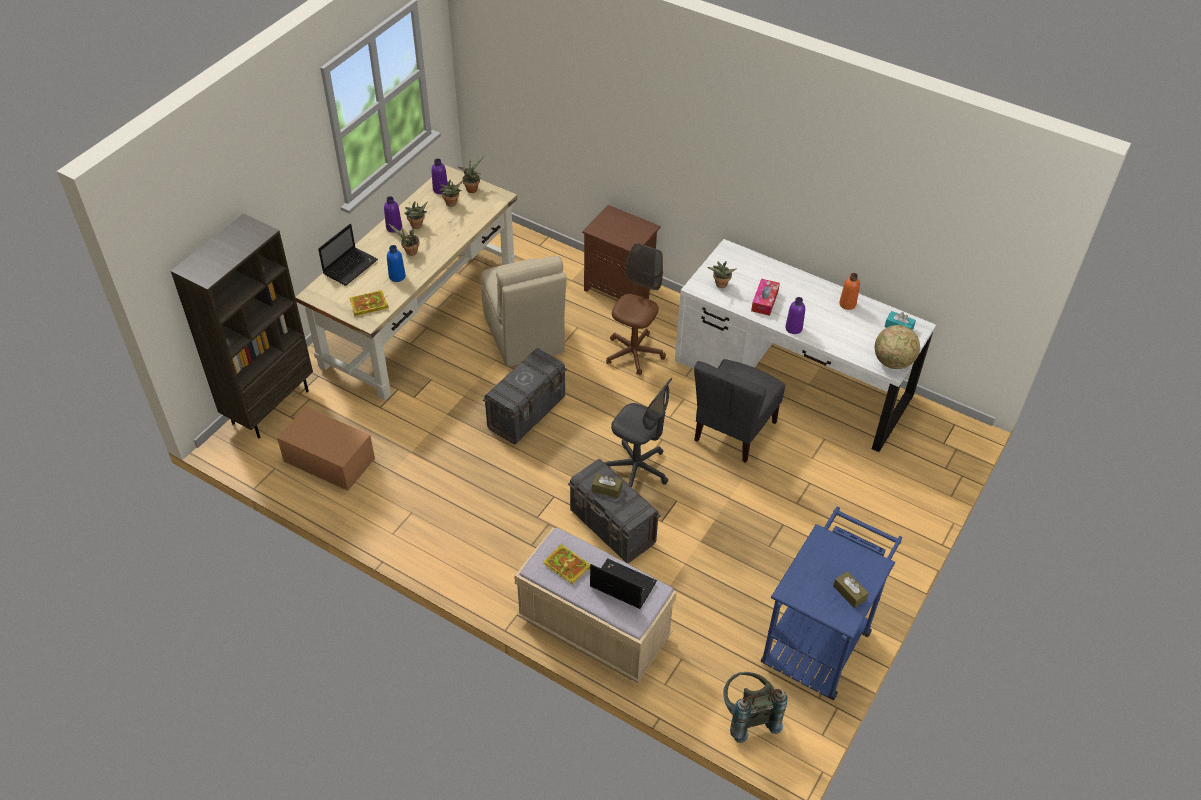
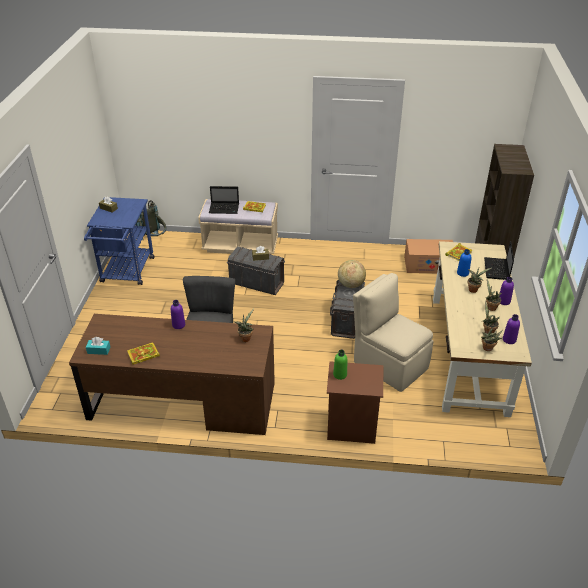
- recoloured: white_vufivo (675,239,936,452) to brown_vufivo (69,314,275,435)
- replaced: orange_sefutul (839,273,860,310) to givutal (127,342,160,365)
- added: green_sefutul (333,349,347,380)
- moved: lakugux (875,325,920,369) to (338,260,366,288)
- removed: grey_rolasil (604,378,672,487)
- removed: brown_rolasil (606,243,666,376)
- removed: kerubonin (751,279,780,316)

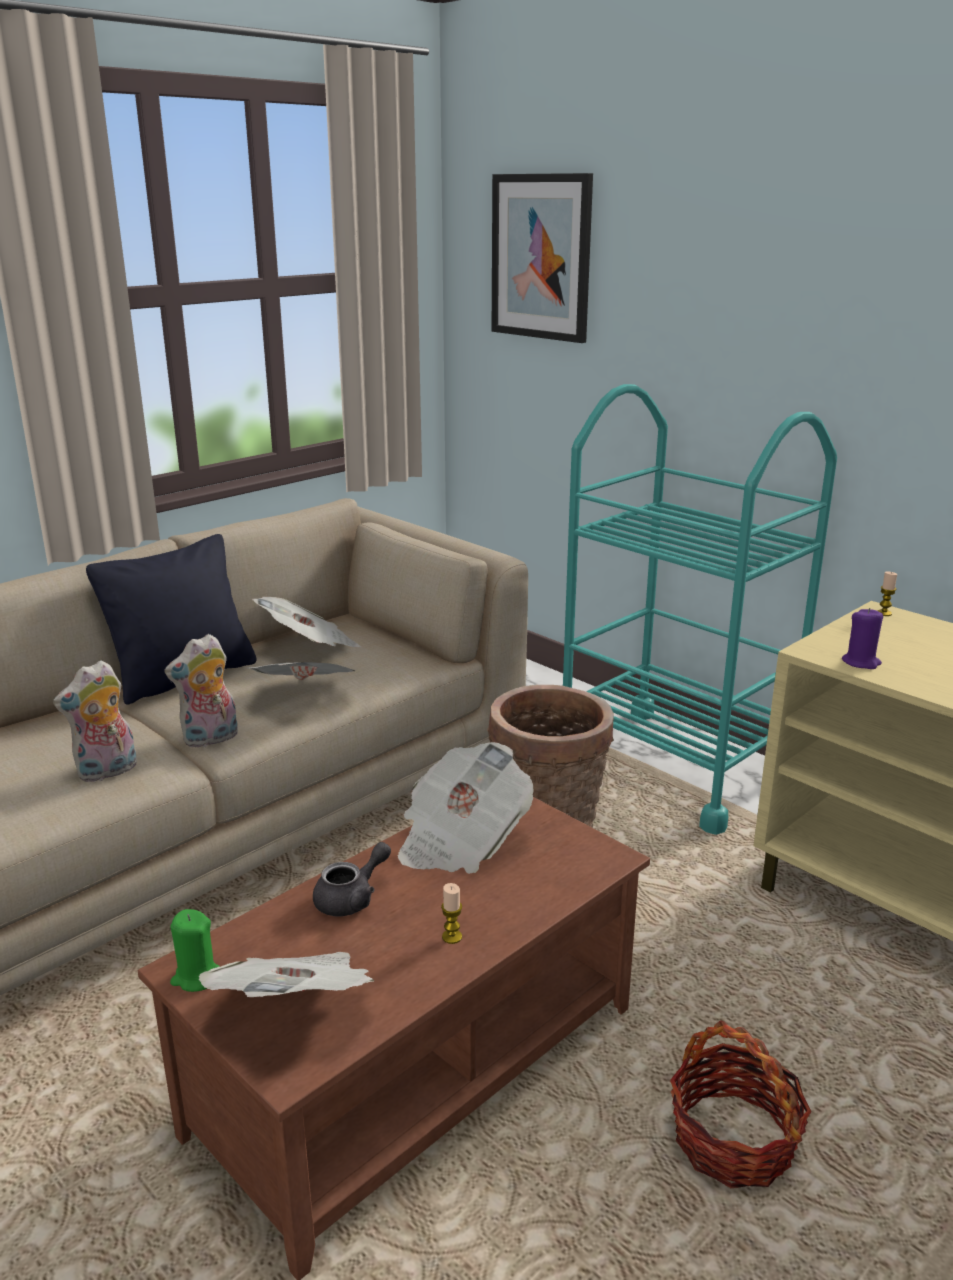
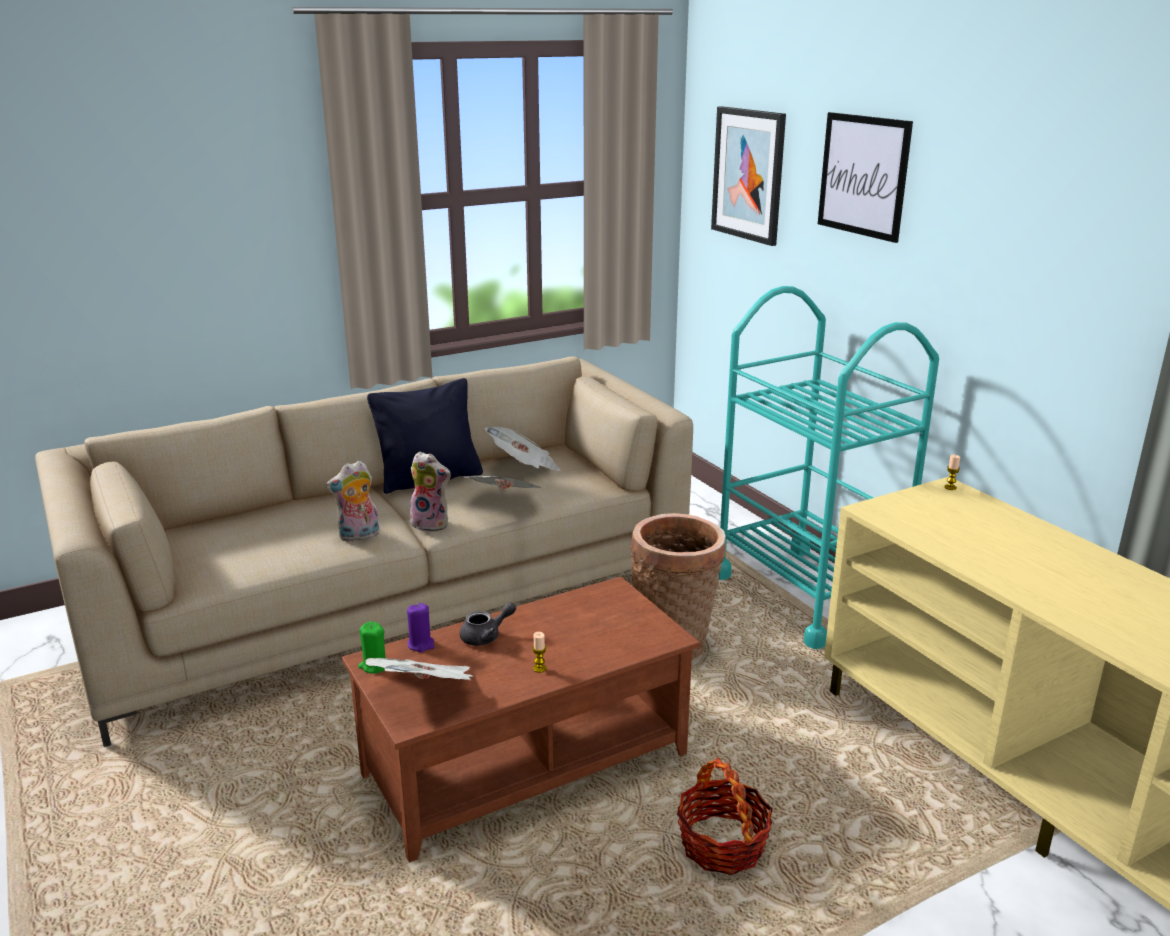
- turned: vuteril (164,634,238,749) = (407,451,451,532) 135 degrees counterclockwise
- moved: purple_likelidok (842,608,883,669) to (407,603,435,652)
- added: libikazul (818,112,913,243)
- removed: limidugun (398,742,534,874)

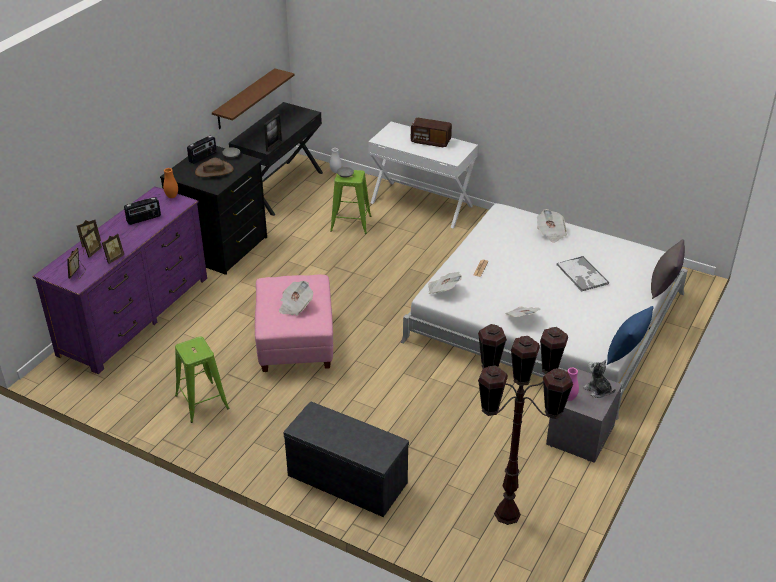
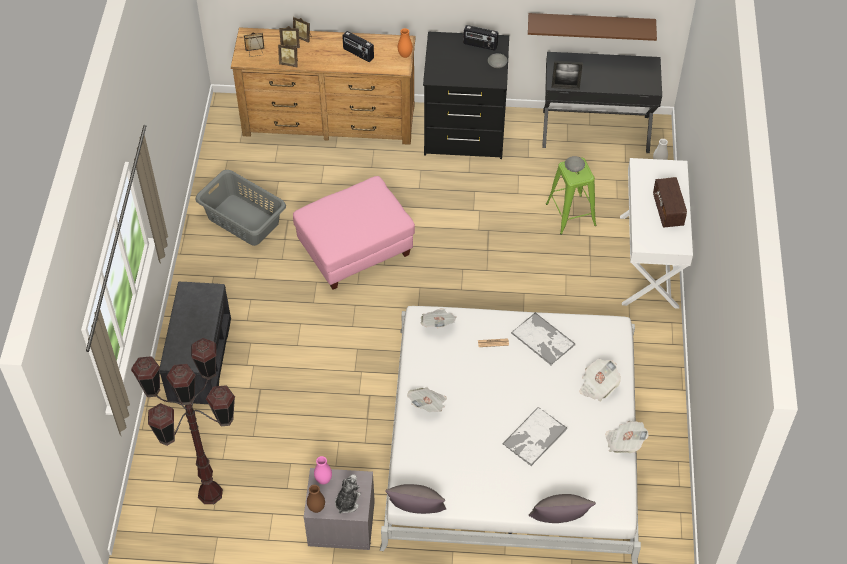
- replaced: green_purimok (175,337,229,423) to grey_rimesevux (195,170,286,246)
- recoloured: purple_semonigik (32,186,207,374) to brown_semonigik (231,27,416,145)
- added: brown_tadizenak (307,485,325,513)
- recoloured: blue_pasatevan (607,306,654,365) to grey_pasatevan (385,484,446,514)
- added: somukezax (511,312,575,365)
- moved: limidugun (279,281,313,316) to (605,421,648,453)
- removed: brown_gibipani (195,158,234,177)

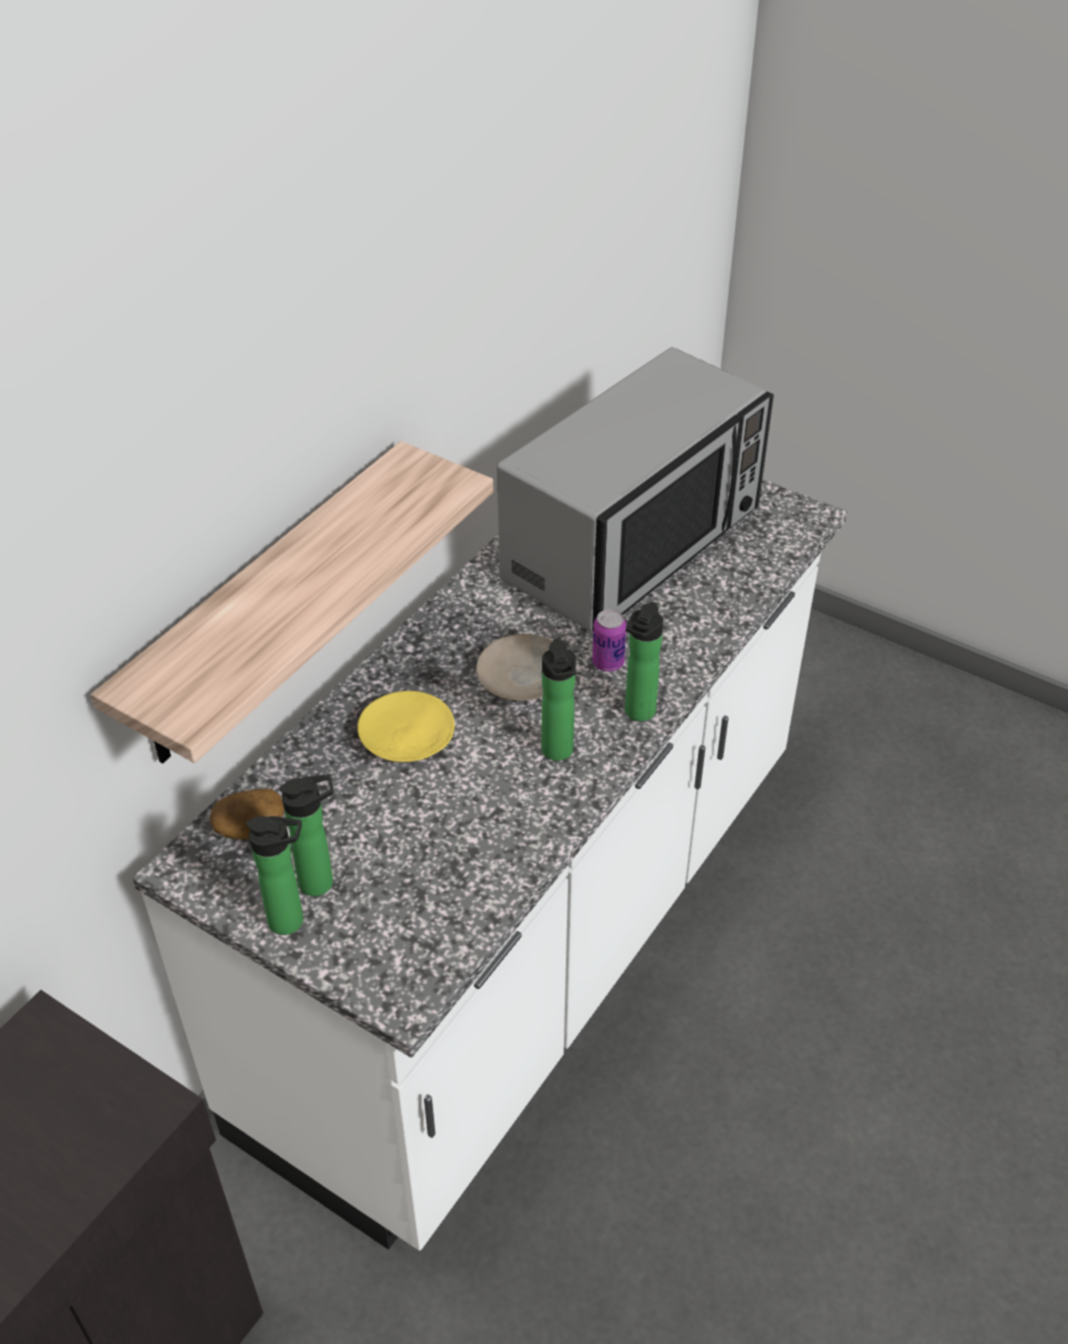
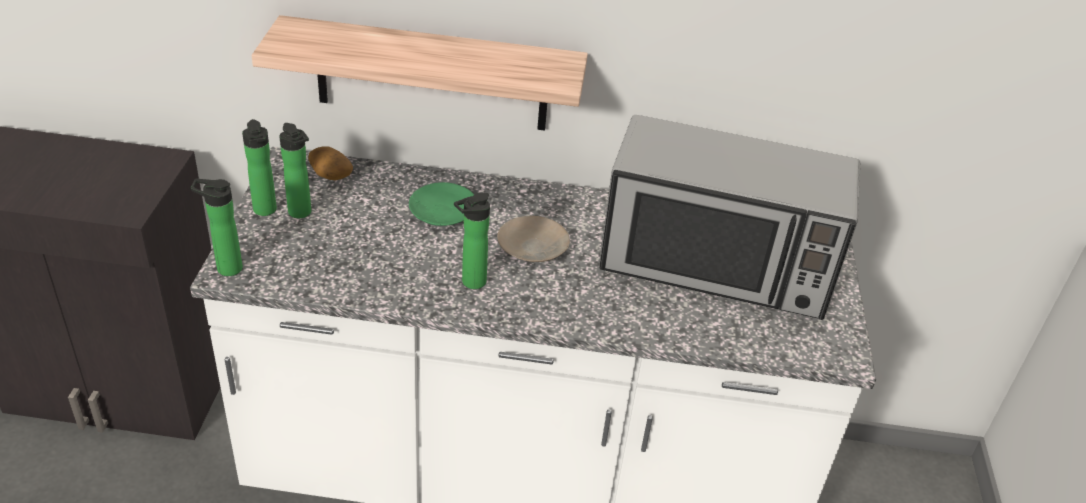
- moved: sefutul (625,602,663,721) to (191,179,243,276)
- recoloured: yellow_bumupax (357,691,455,762) to green_bumupax (409,182,474,226)
- removed: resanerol (592,609,627,672)

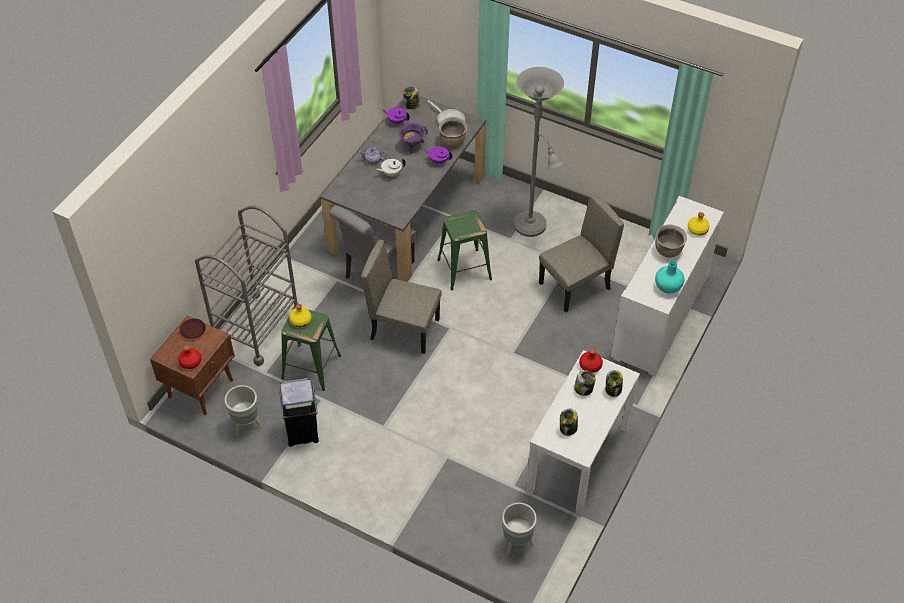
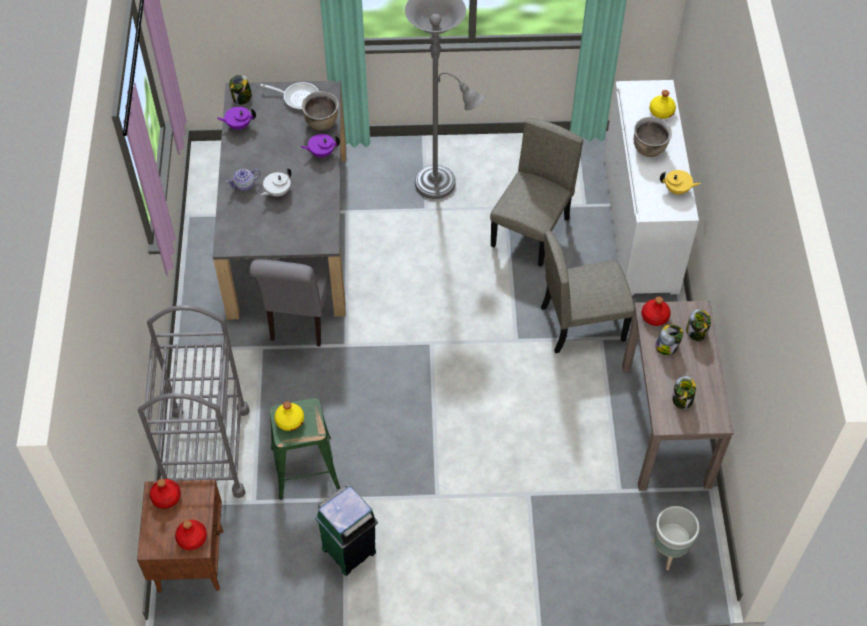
- replaced: brown_bumupax (180,319,206,339) to red_sefutul (150,479,181,509)
- moved: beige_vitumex (361,240,442,354) to (541,231,634,353)
- recoloured: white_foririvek (526,350,640,517) to brown_foririvek (622,301,734,491)
- replaced: turquoise_tadizenak (655,260,684,294) to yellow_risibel (660,170,701,196)
- removed: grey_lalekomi (224,385,262,436)
- removed: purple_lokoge (399,123,428,154)
- removed: green_purimok (438,210,492,290)

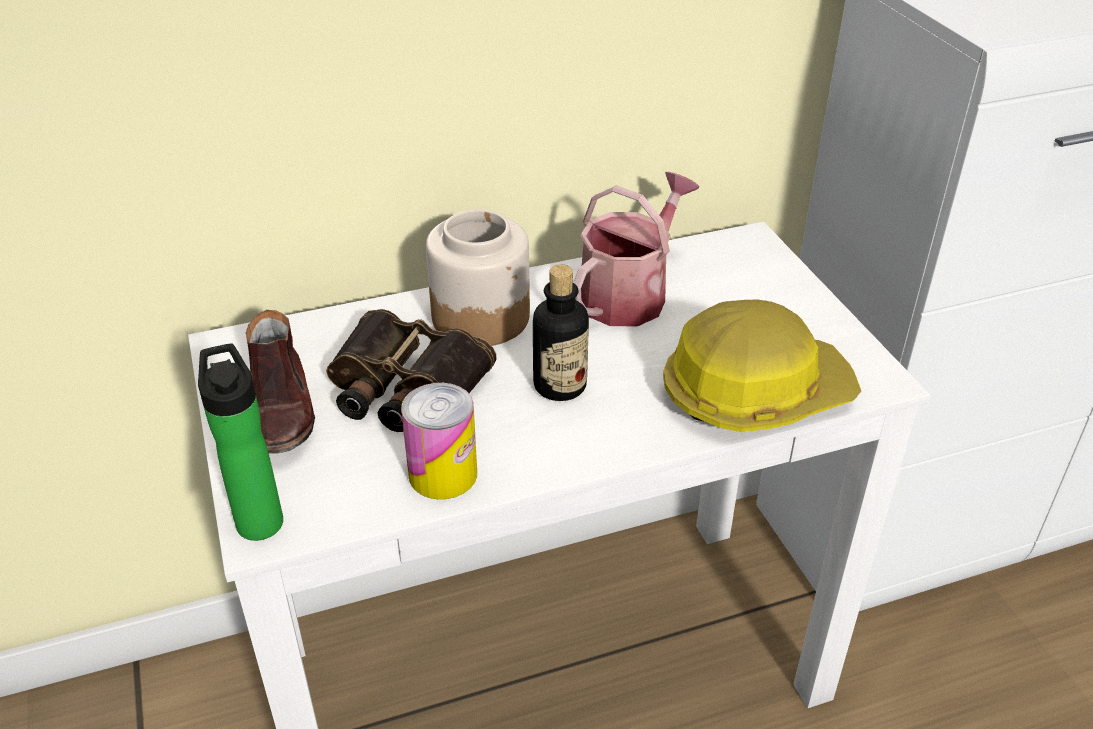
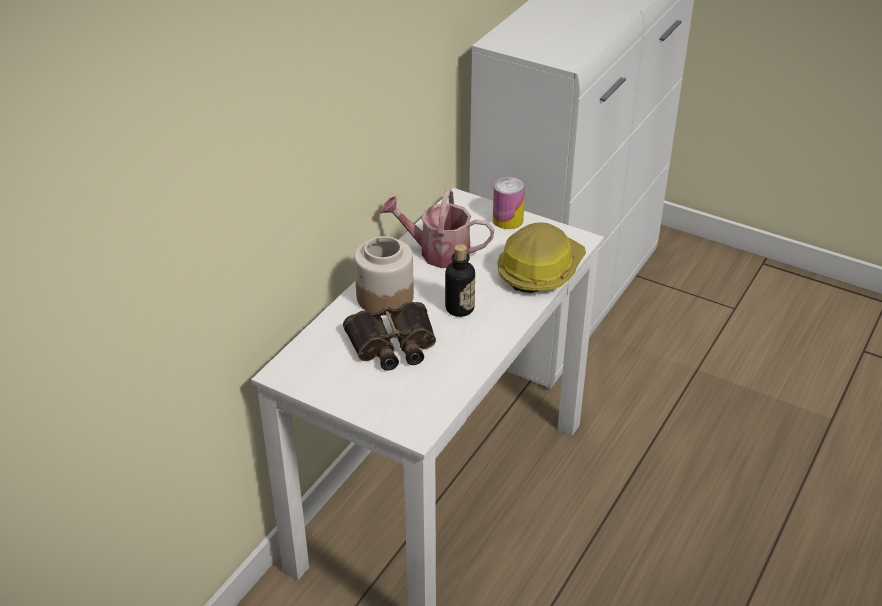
- turned: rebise (573,172,699,326) = (380,189,494,268) 75 degrees counterclockwise
- moved: resanerol (401,383,477,499) to (493,177,525,229)
- removed: sefutul (198,344,283,541)
- removed: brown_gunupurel (246,310,315,454)

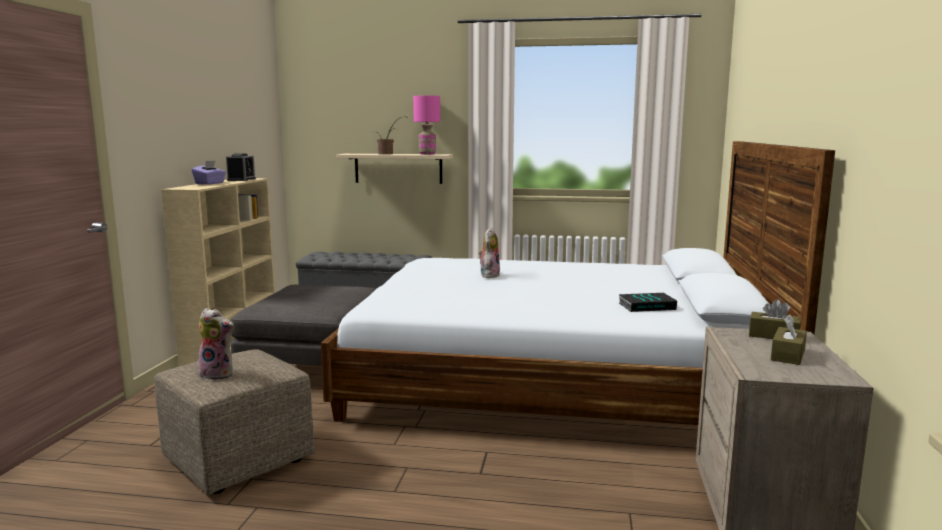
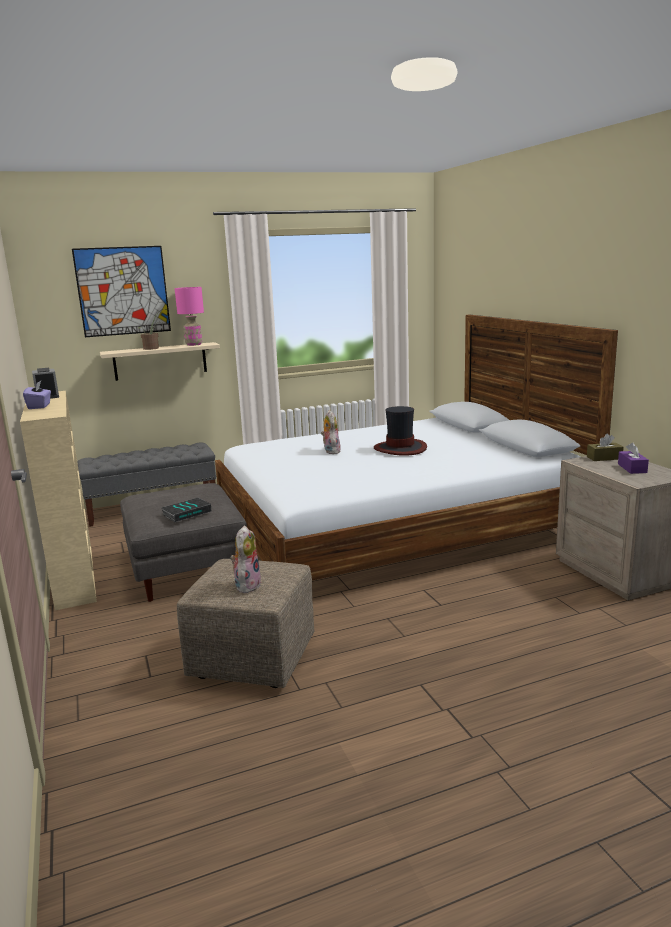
- added: libikazul (72,246,171,337)
- moved: givutal (618,293,677,312) to (162,497,211,522)
- turned: vuteril (198,308,235,380) = (231,526,262,593) 60 degrees counterclockwise
- added: gibipani (374,406,427,456)
- recoloured: brown_kerubonin (771,314,807,365) to purple_kerubonin (618,442,649,474)

